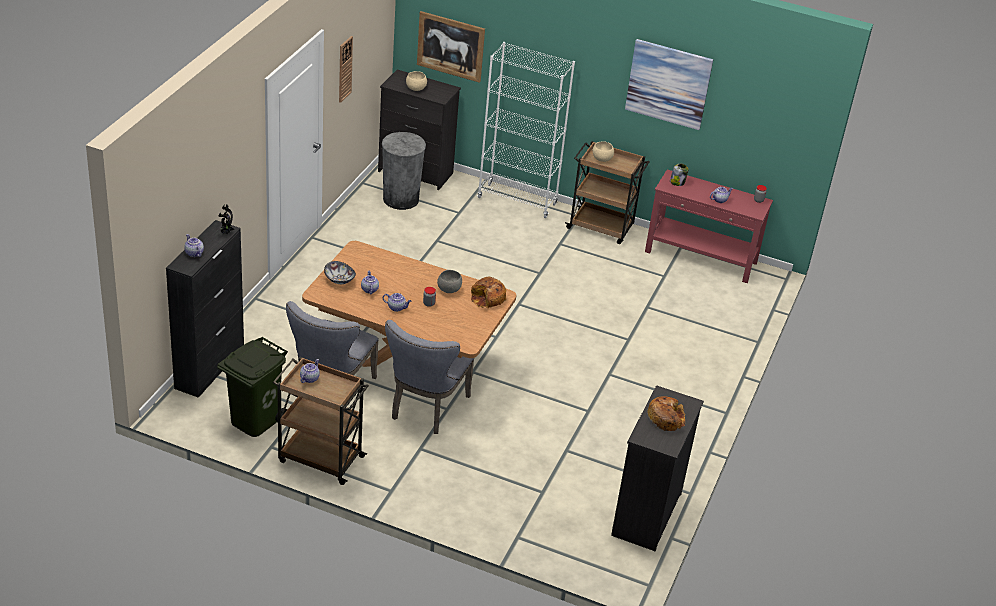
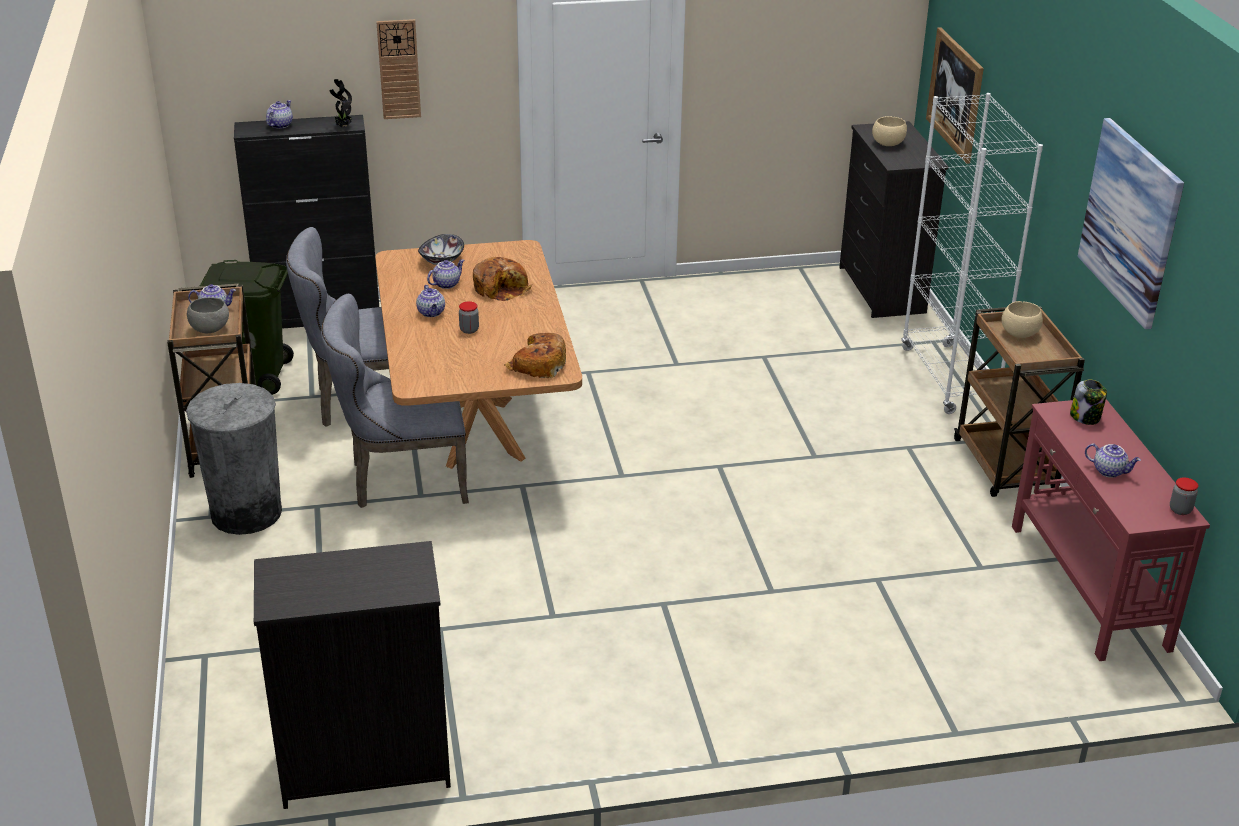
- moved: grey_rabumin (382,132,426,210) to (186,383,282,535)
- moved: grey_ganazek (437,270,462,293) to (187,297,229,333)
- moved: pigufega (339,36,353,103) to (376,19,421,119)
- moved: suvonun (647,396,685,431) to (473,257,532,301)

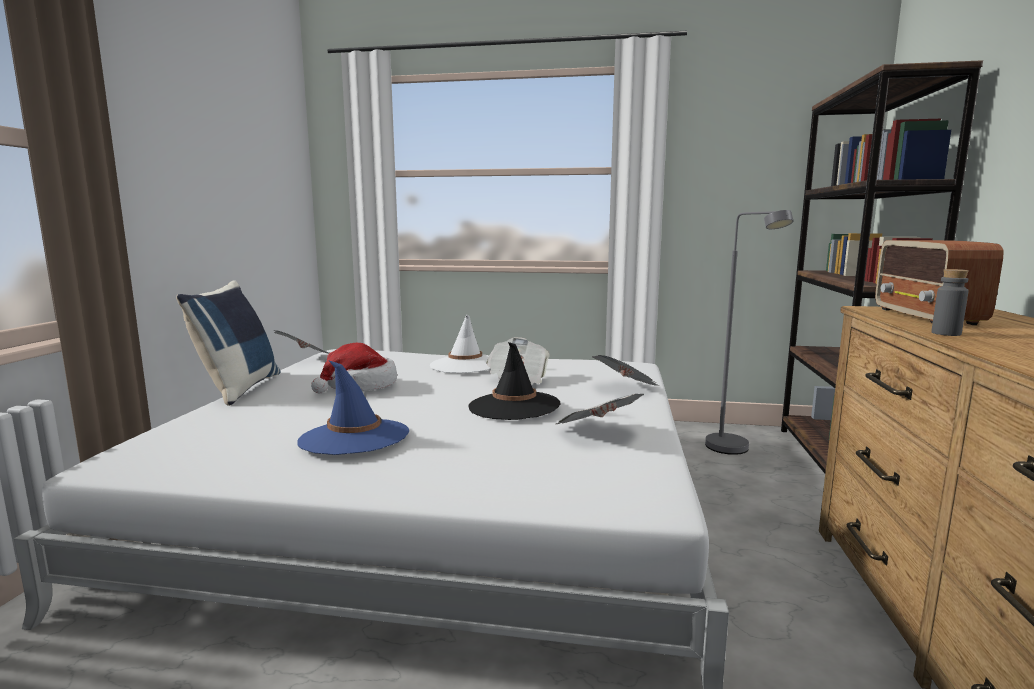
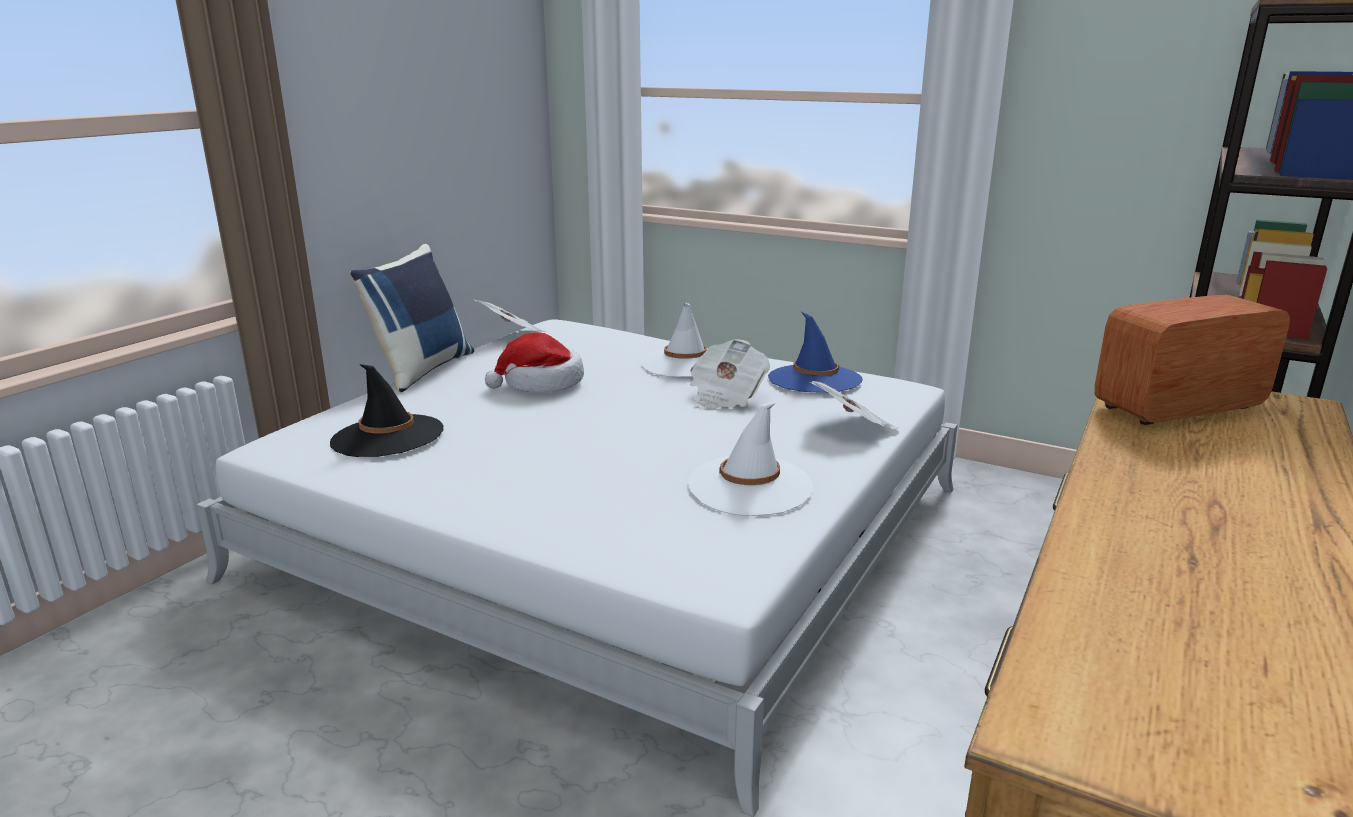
- moved: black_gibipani (468,342,561,420) to (330,364,444,457)
- replaced: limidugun (556,393,644,424) to white_gibipani (688,403,813,516)
- moved: blue_gibipani (297,360,409,455) to (768,312,863,393)
- turned: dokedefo (875,240,1004,325) = (1094,295,1290,425) 45 degrees clockwise
- removed: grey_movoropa (705,210,793,455)
- removed: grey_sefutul (931,269,969,336)

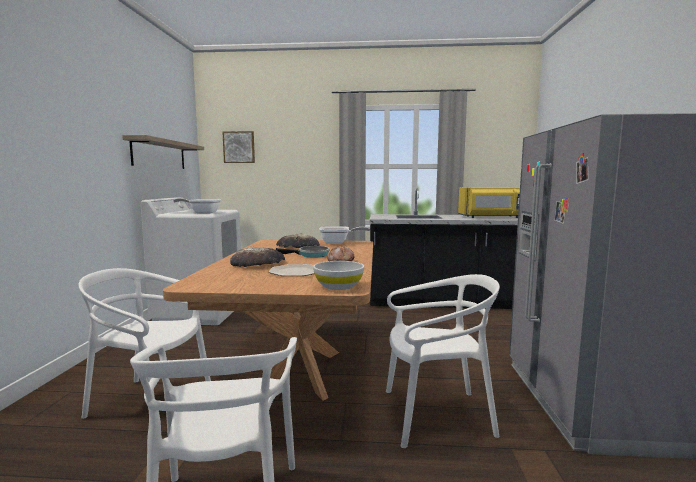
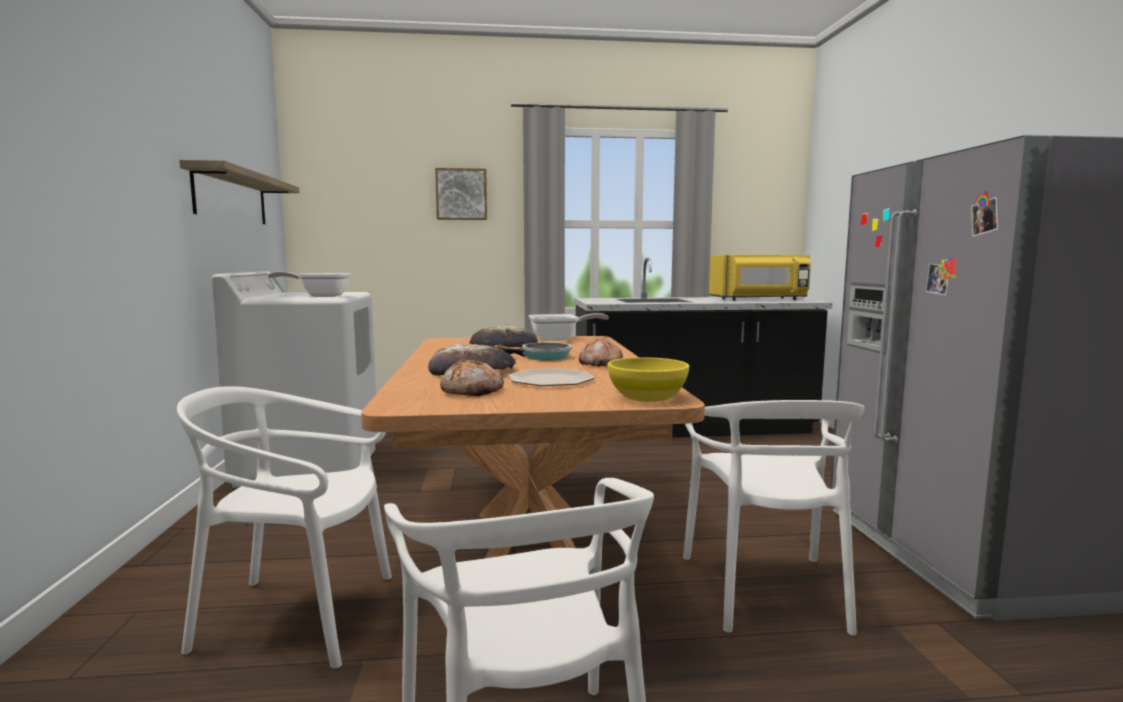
- moved: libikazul (223,131,255,163) to (435,168,487,220)
- added: suvonun (440,359,504,396)
- recoloured: white_ganazek (313,261,364,290) to yellow_ganazek (608,357,689,402)
- turned: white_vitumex (386,274,500,448) = (683,400,865,636) 105 degrees clockwise

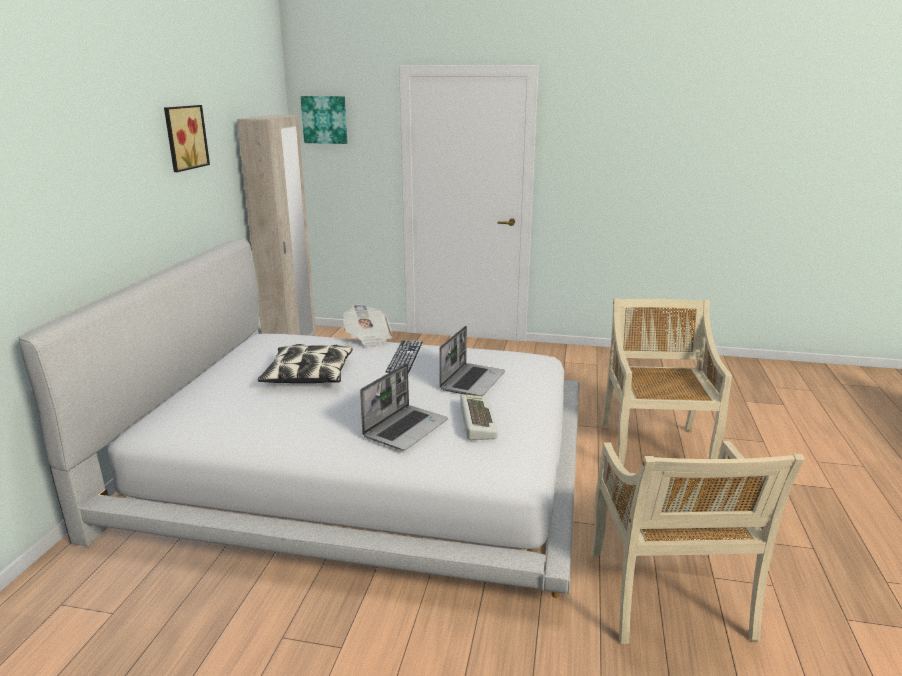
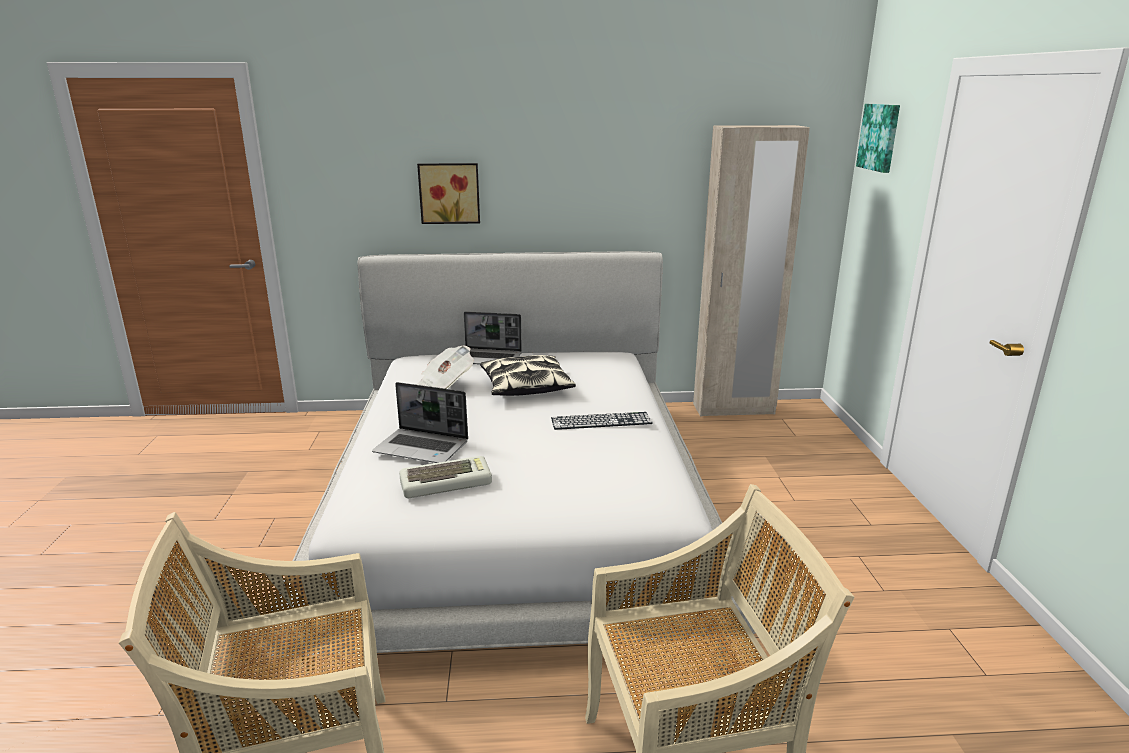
- moved: limidugun (343,304,392,348) to (416,346,474,389)
- moved: libikazul (164,105,210,172) to (417,163,480,224)
- moved: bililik (439,326,505,396) to (464,311,522,365)

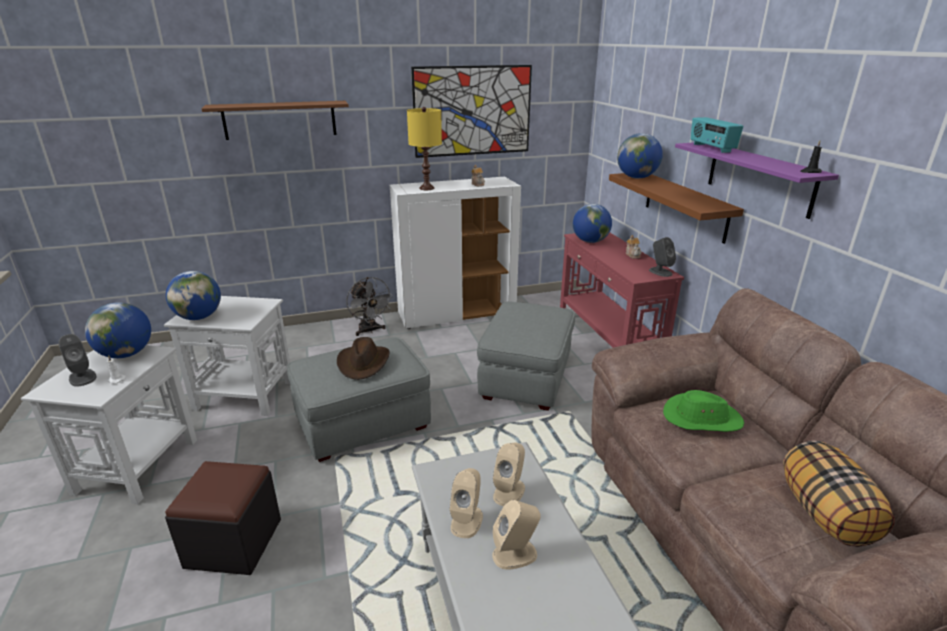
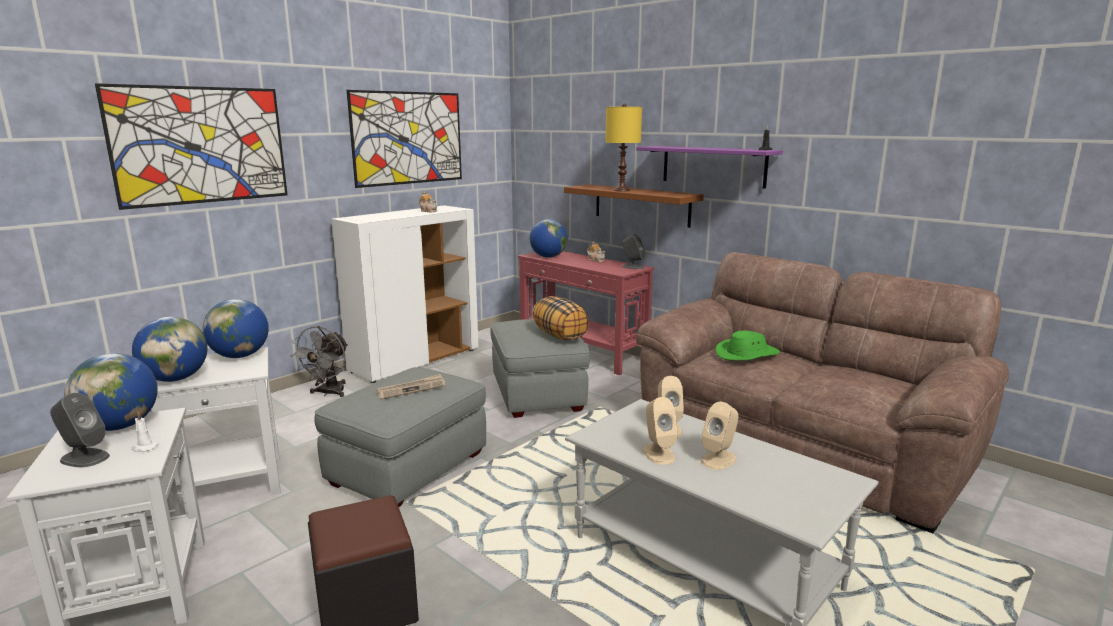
- replaced: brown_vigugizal (202,101,349,140) to libikazul (95,83,288,210)
- moved: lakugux (617,133,663,178) to (203,299,269,358)
- turned: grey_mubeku (346,277,393,336) = (290,326,348,397) 75 degrees clockwise
- replaced: brown_gibipani (337,337,390,380) to limidugun (376,374,446,400)
- moved: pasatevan (783,441,895,547) to (533,296,589,340)
- moved: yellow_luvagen (407,107,442,190) to (605,104,642,191)
- removed: dokedefo (690,117,743,153)

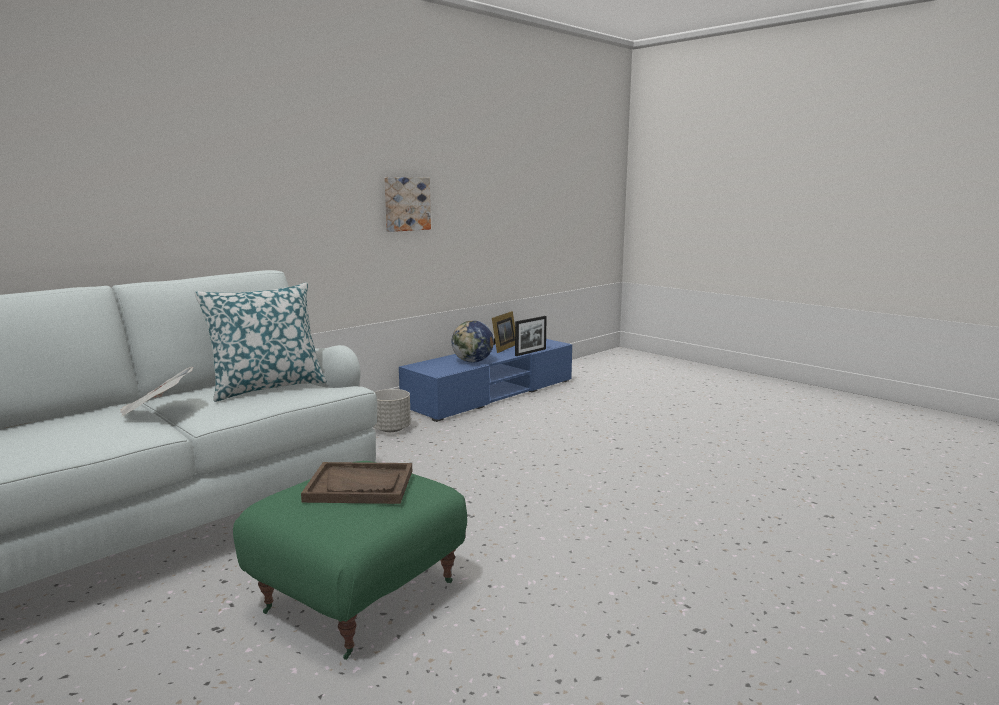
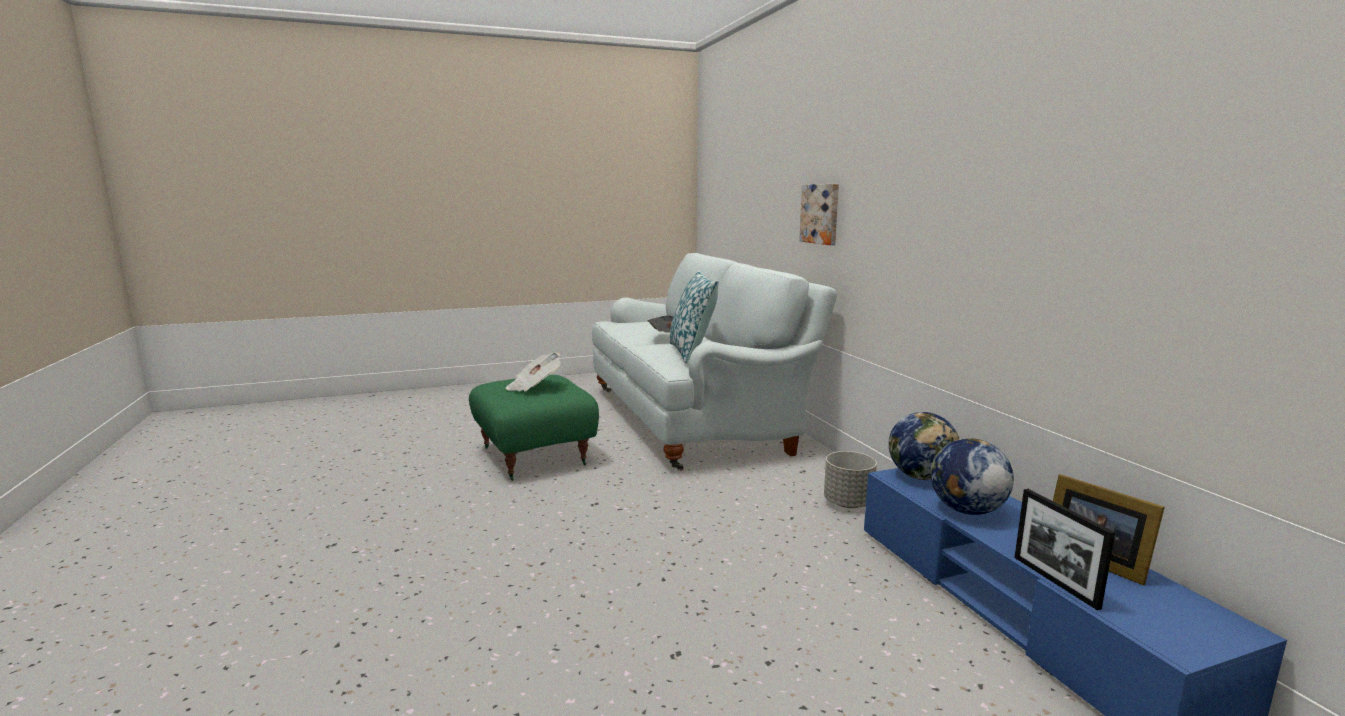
- replaced: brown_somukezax (301,462,412,504) to limidugun (506,352,561,392)
- moved: libikazul (384,177,431,232) to (799,184,839,245)
- added: lakugux (889,412,959,480)

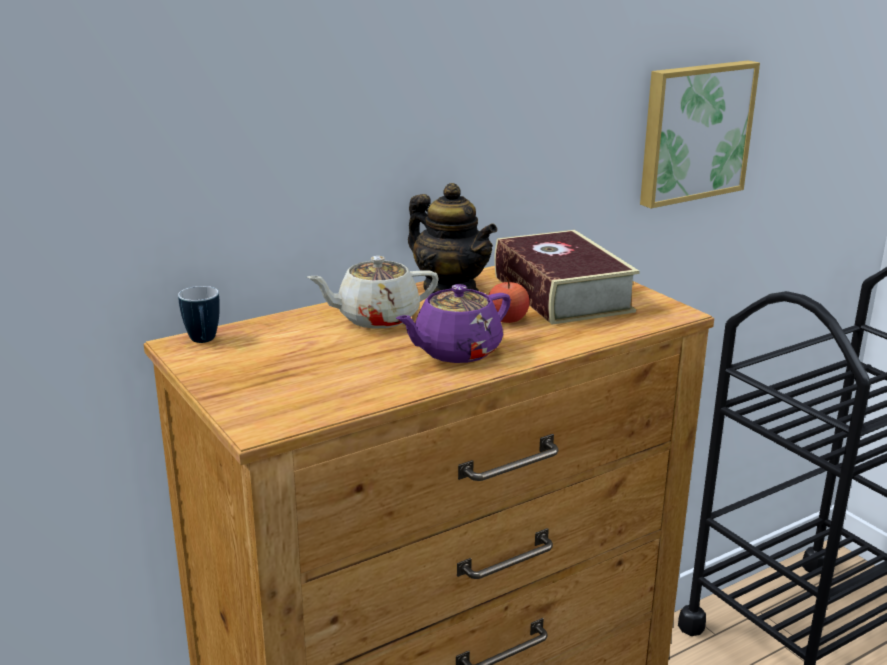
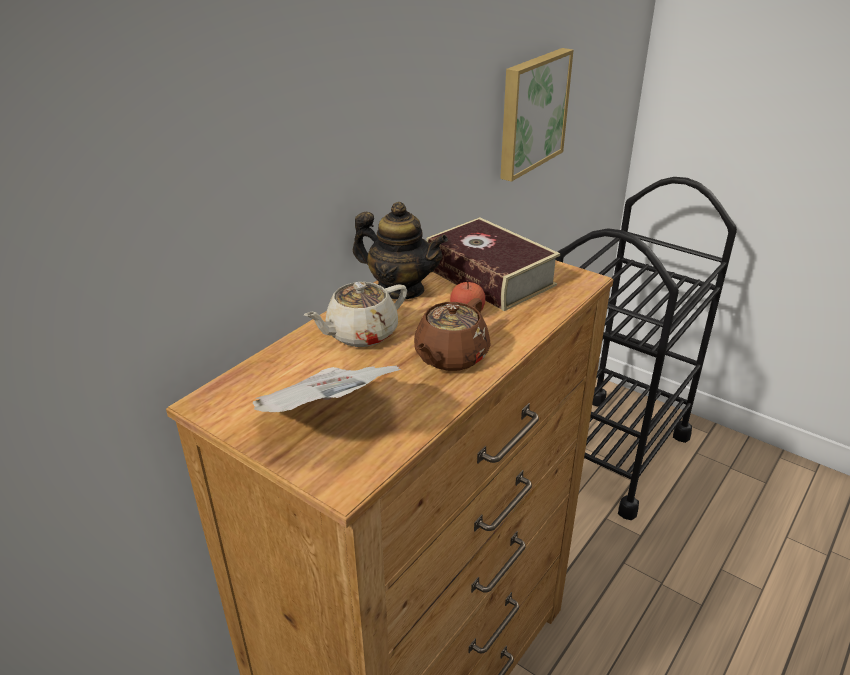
- added: limidugun (253,365,401,412)
- recoloured: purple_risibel (396,284,511,363) to brown_risibel (414,298,491,371)
- removed: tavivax (178,286,220,343)

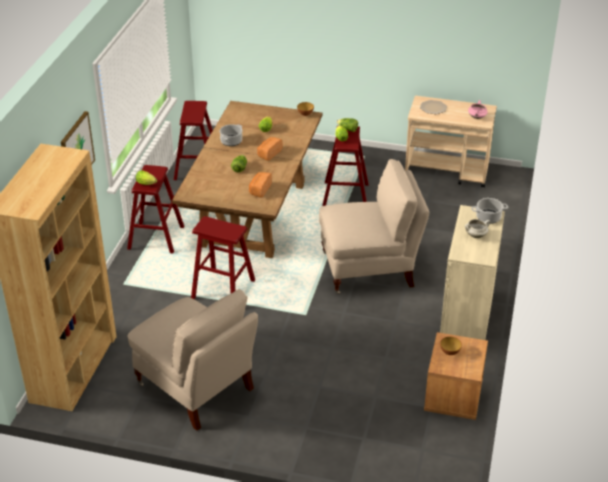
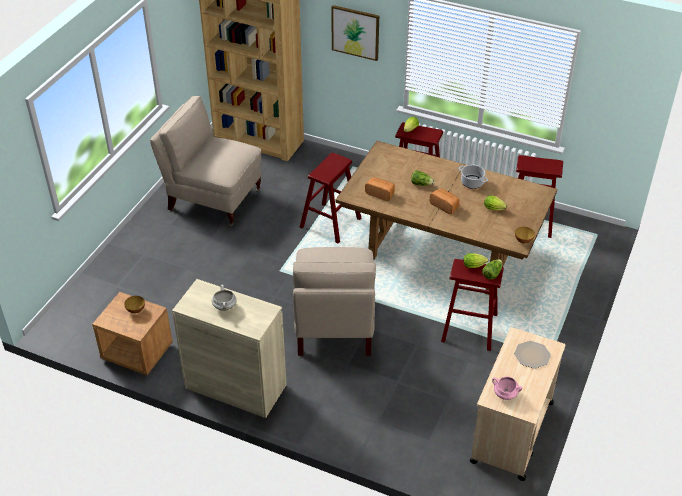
- turned: beige_vitumex (127,289,258,431) = (150,96,261,226) 60 degrees clockwise
- removed: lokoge (471,198,508,224)

